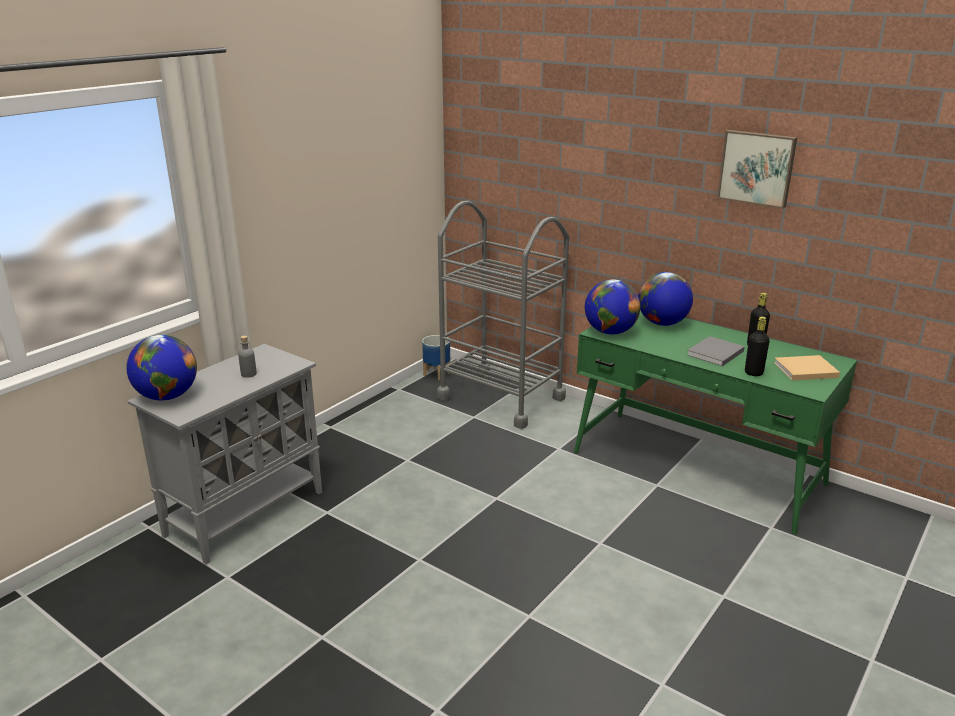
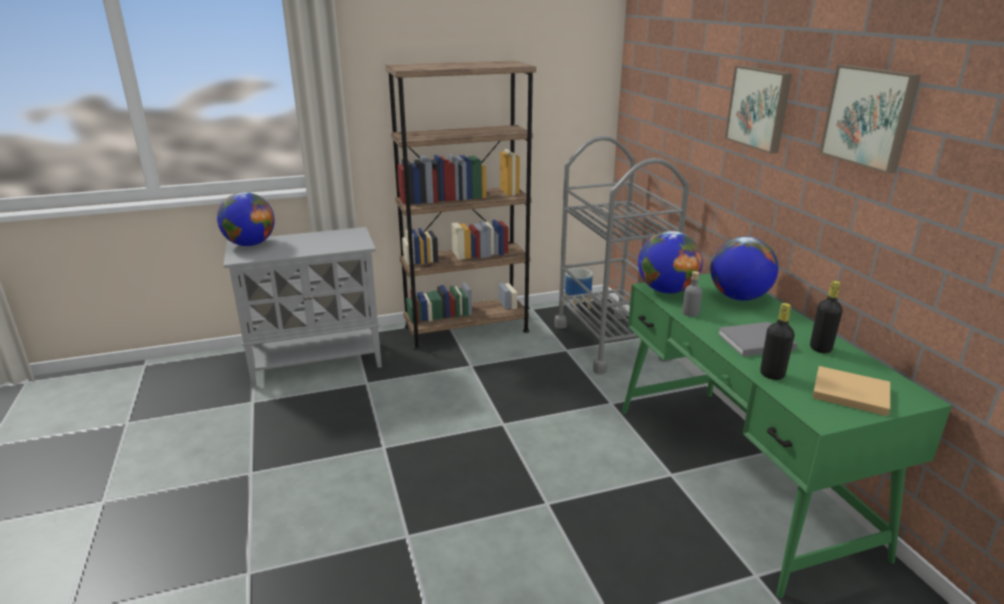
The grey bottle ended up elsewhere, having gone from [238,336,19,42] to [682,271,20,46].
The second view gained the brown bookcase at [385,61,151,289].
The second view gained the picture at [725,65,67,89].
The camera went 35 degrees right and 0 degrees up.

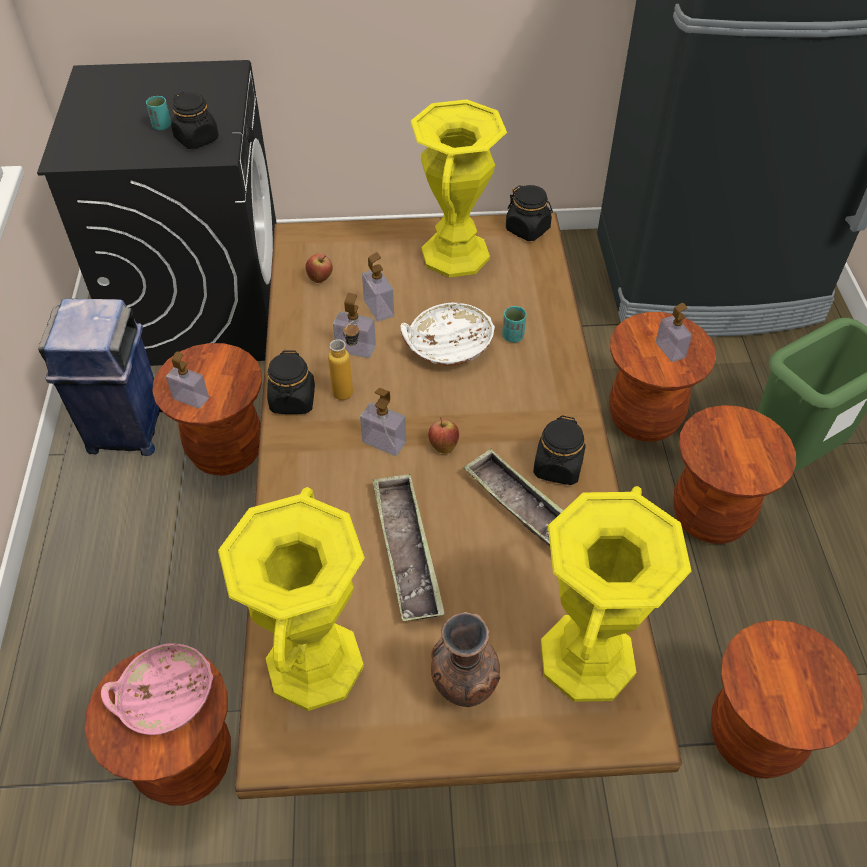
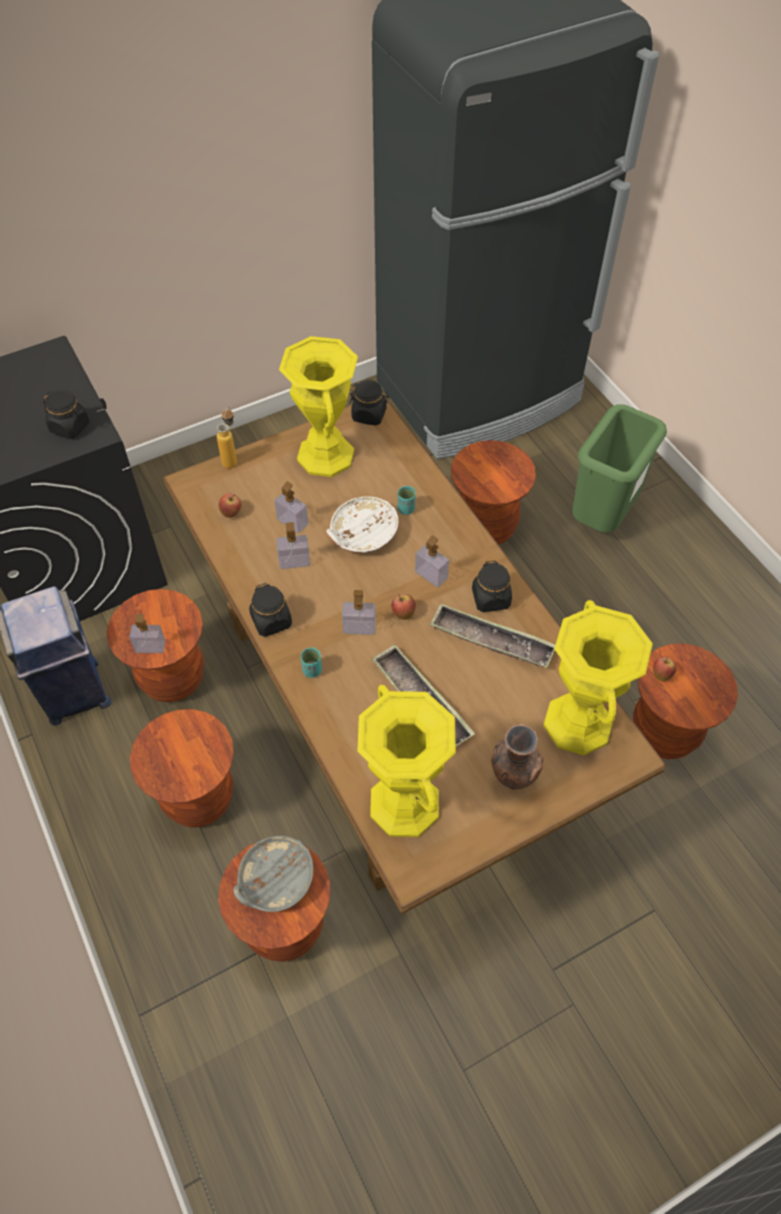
The turquoise cup ended up elsewhere, having gone from [146,96,25,34] to [301,648,21,30].
The soap dispenser ended up elsewhere, having gone from [656,303,36,59] to [415,535,34,52].
The bottle ended up elsewhere, having gone from [328,321,31,79] to [217,407,20,61].
The brown stool ended up elsewhere, having gone from [673,405,123,139] to [130,709,104,119].
What was the pink bowl at [101,644,112,91] turned into the grey bowl at [233,836,81,76].
The second view gained the apple at [653,656,23,26].
The camera went 25 degrees left and 5 degrees up.

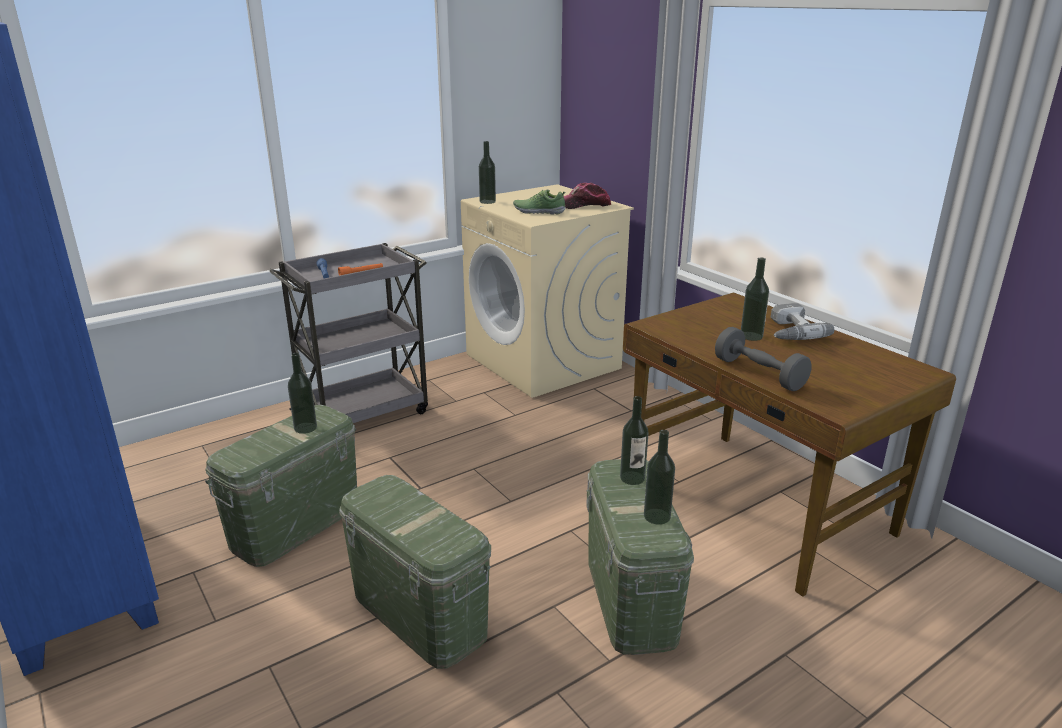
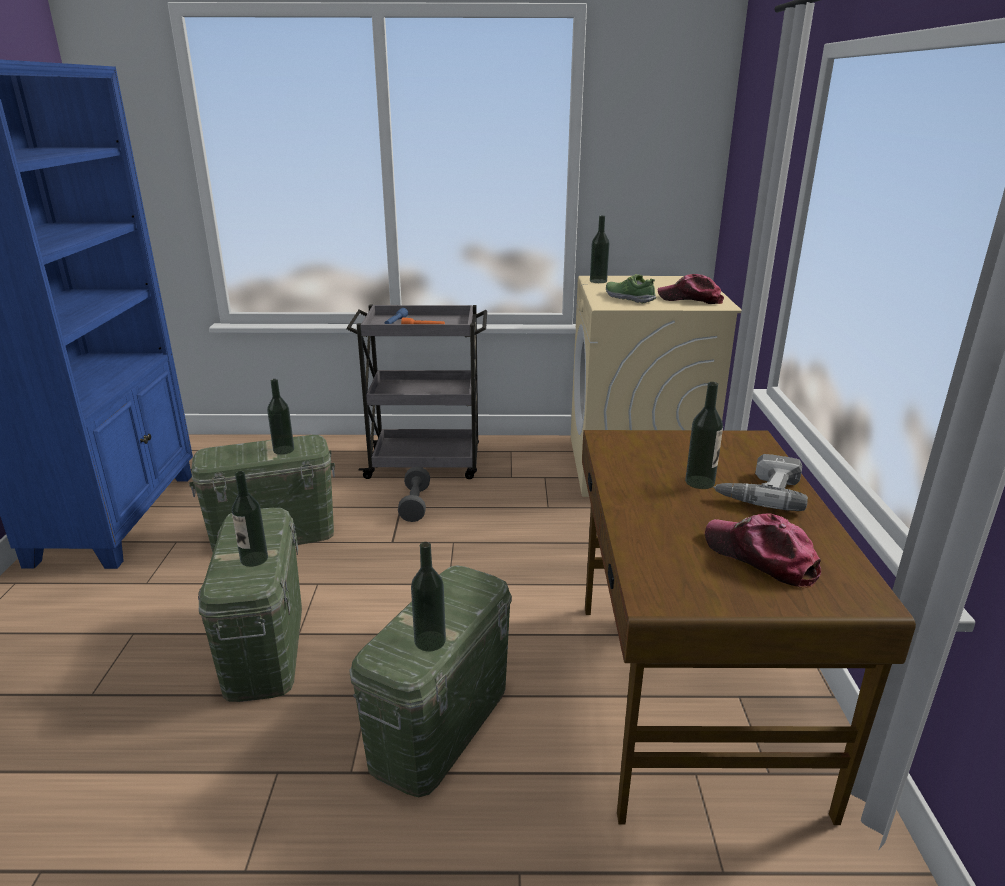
The grey dumbbell ended up elsewhere, having gone from [715,327,97,64] to [398,467,32,55].
The bottle ended up elsewhere, having gone from [620,396,29,89] to [231,471,37,96].
The second view gained the cap at [705,514,116,74].
The camera went 35 degrees right and 0 degrees up.

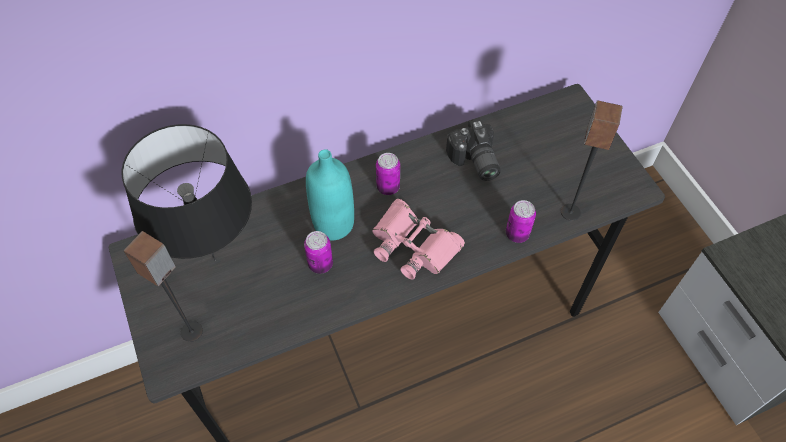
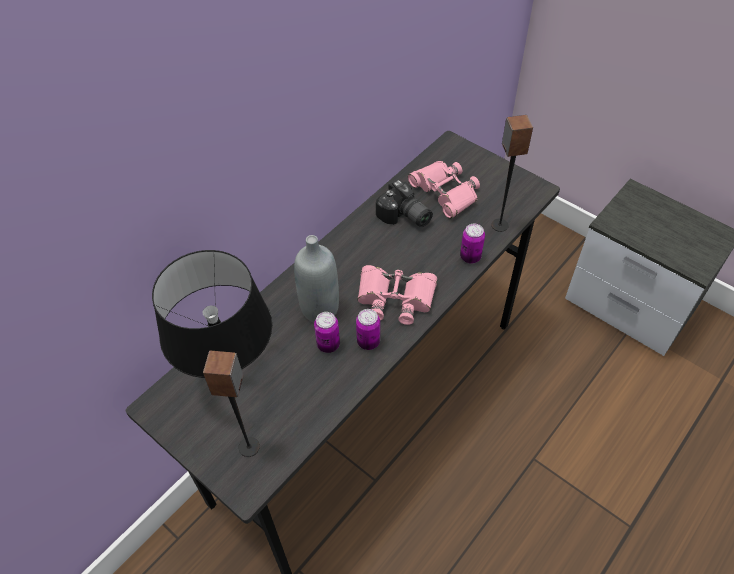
What was the turquoise bottle at [306,149,48,92] turned into the grey bottle at [294,235,45,87].
The can ended up elsewhere, having gone from [376,153,24,42] to [356,309,24,41].
The second view gained the pink binoculars at [408,161,72,58].
The camera went 25 degrees left and 5 degrees down.

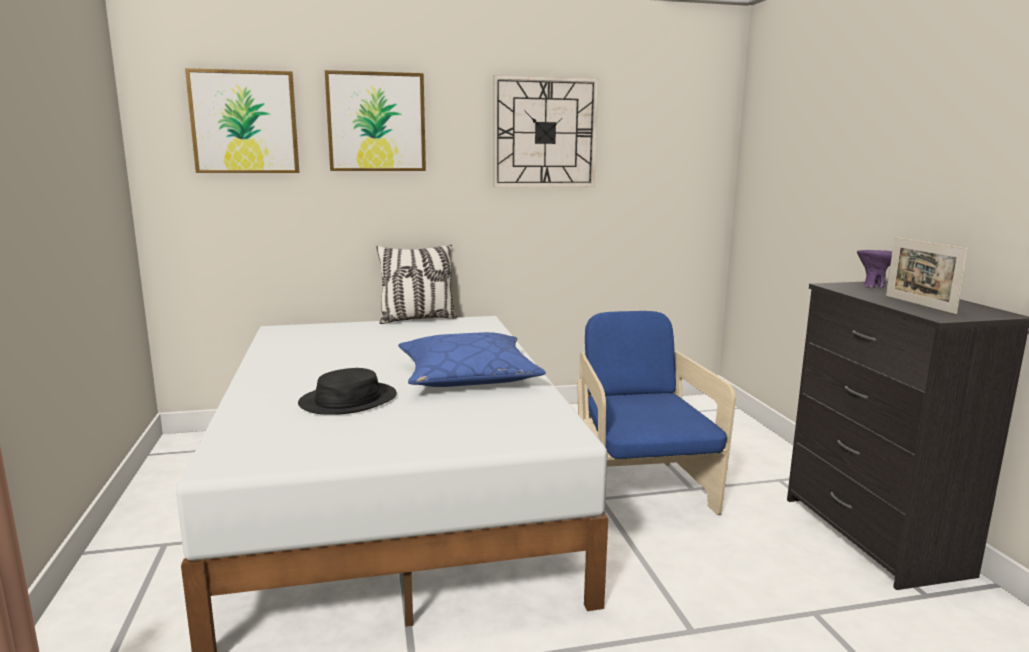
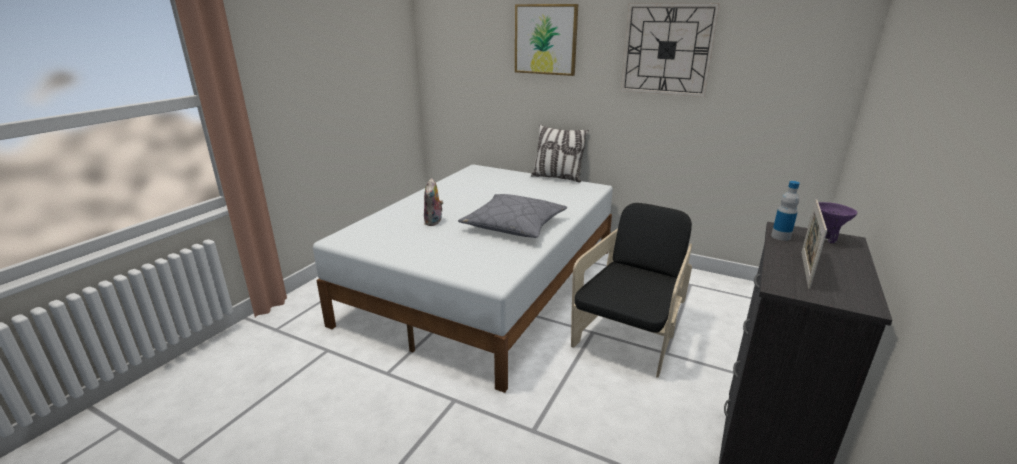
The second view lost the picture at [185,68,114,105].
What was the blue armchair at [577,311,159,204] turned into the black armchair at [571,203,121,175].
What was the blue pillow at [398,332,148,55] turned into the grey pillow at [458,194,109,44].
Where the black hat stood at [298,368,99,47], the plush toy came to stand at [424,178,19,48].
The second view gained the bottle at [771,181,29,60].
The camera went 40 degrees right and 10 degrees up.

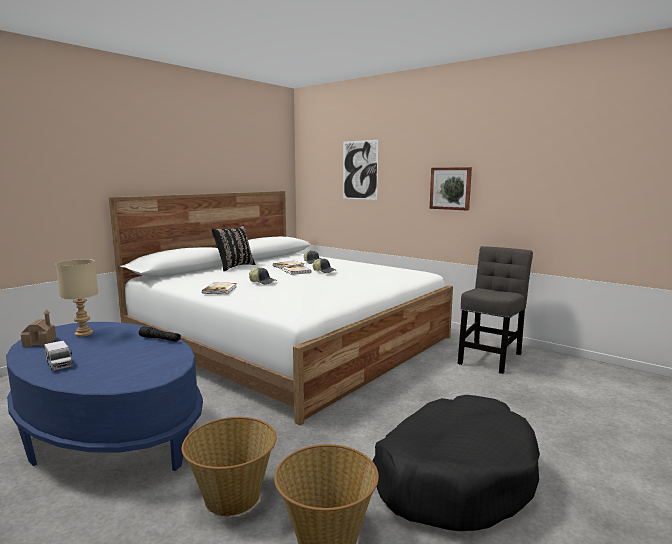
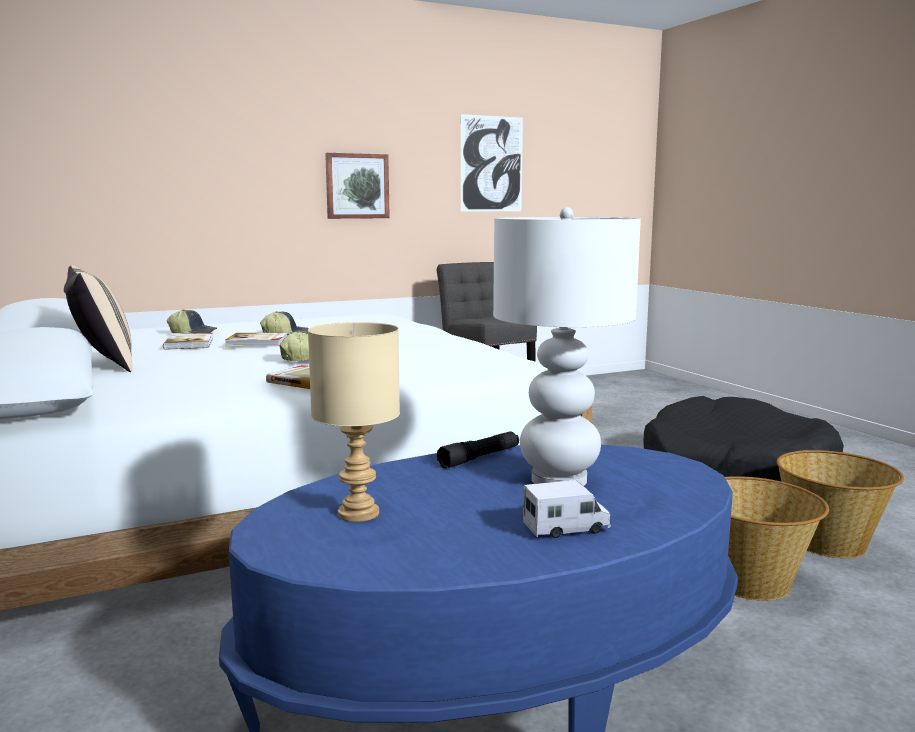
The picture ended up elsewhere, having gone from [343,140,35,60] to [461,114,62,97].
What was the black pillow at [211,225,44,46] turned into the beige pillow at [64,265,68,107].
The second view lost the toy house at [21,309,35,38].
The second view gained the white table lamp at [493,207,148,279].
The camera went 65 degrees left and 0 degrees up.

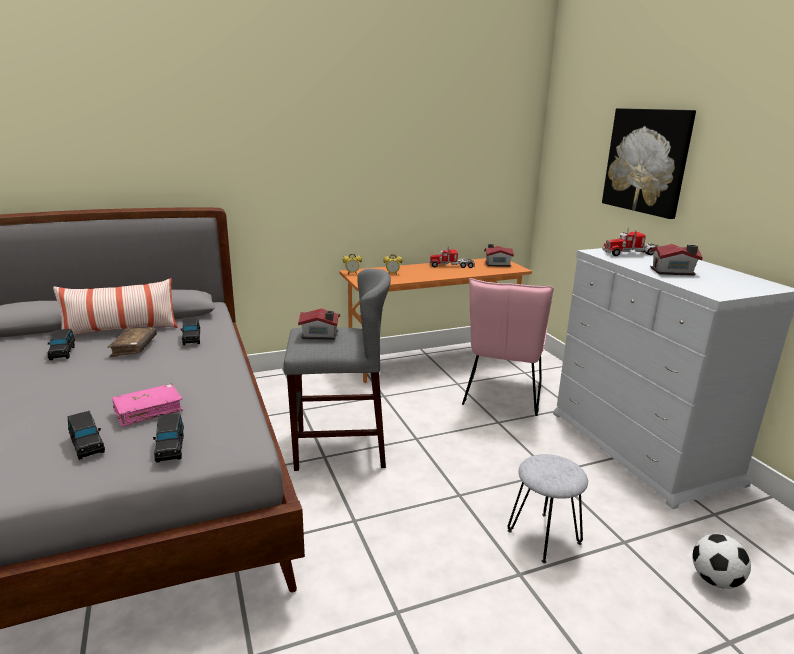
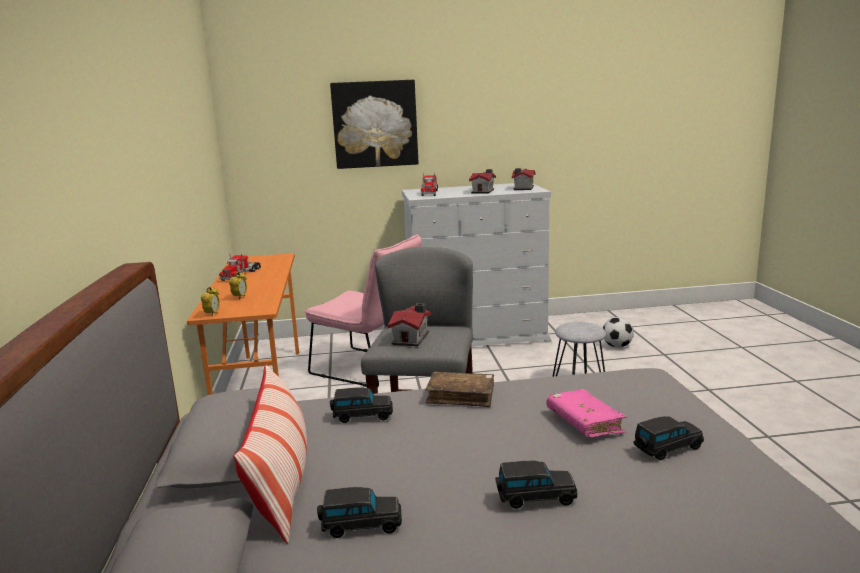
The toy house ended up elsewhere, having gone from [484,244,30,23] to [512,168,24,22].
The brown book ended up elsewhere, having gone from [107,327,50,30] to [426,371,68,36].
The black toy car ended up elsewhere, having gone from [153,413,31,50] to [495,461,82,48].
The camera went 75 degrees left and 5 degrees down.

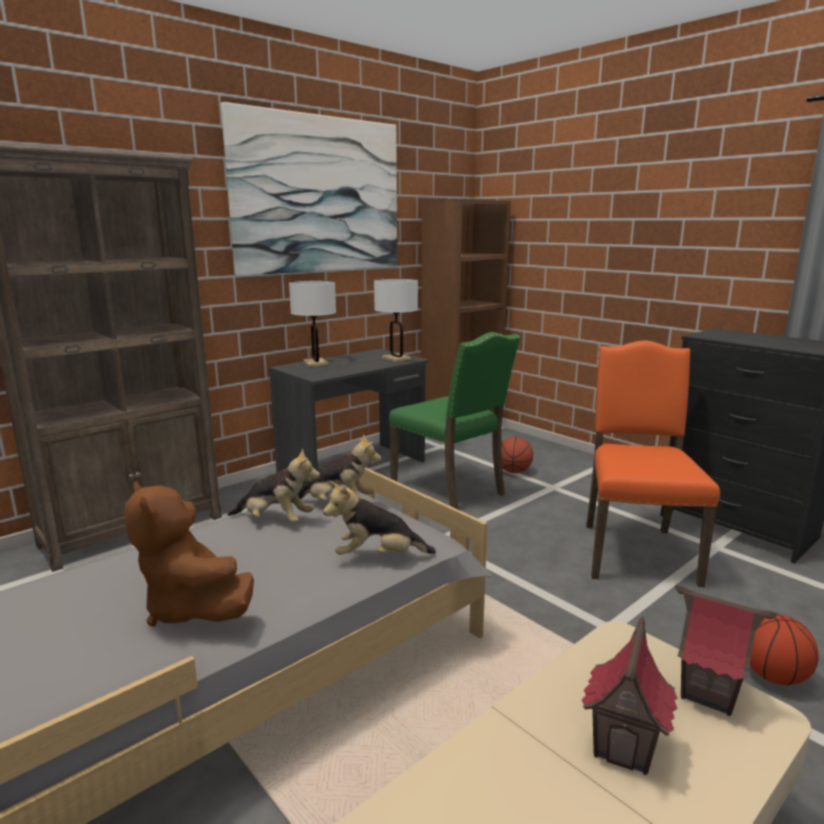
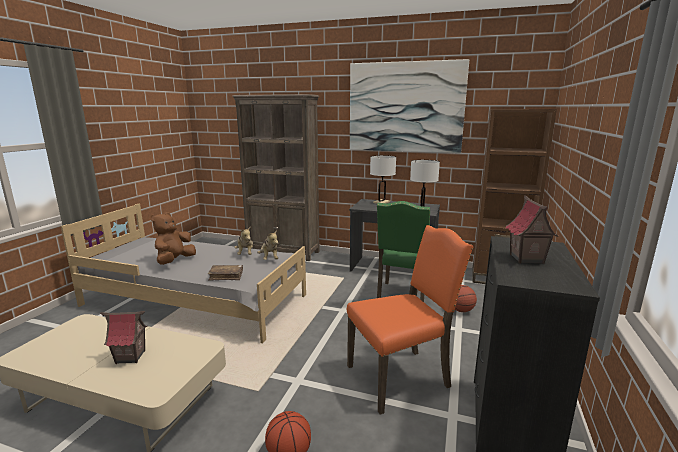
Where the plush toy stood at [323,481,113,74], the brown book came to stand at [208,265,35,15].
The toy house ended up elsewhere, having gone from [675,584,103,132] to [506,195,52,69].
The camera went 60 degrees right and 0 degrees up.

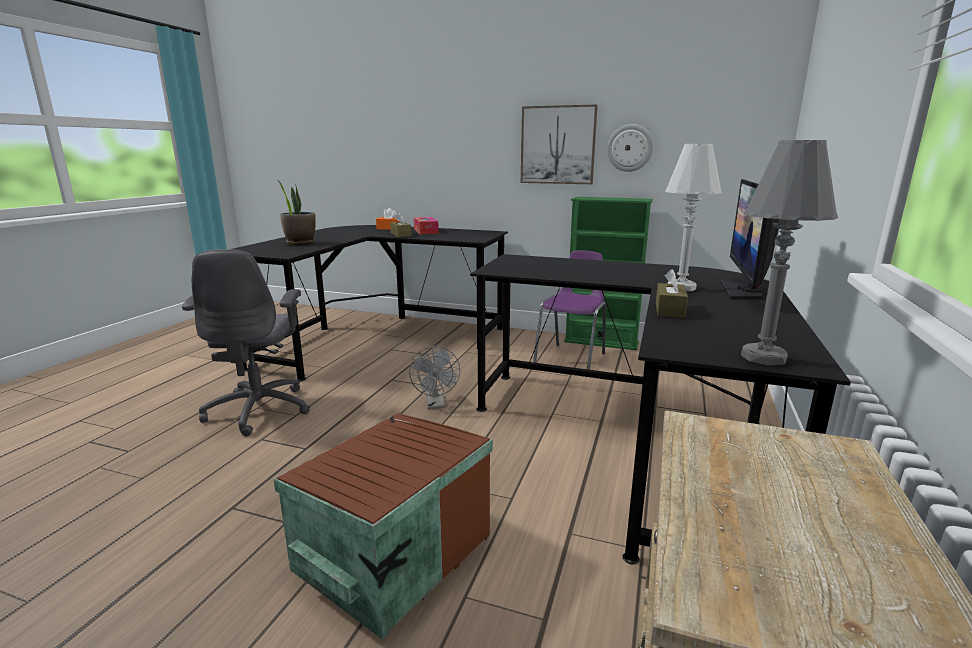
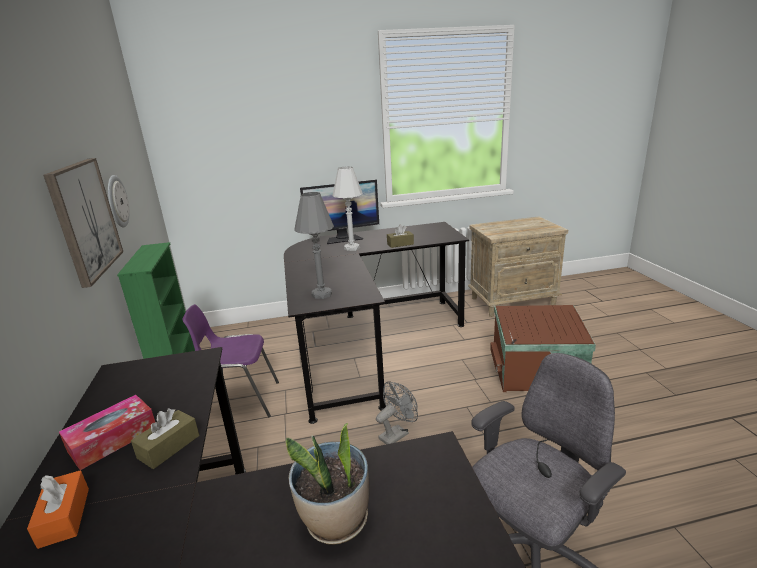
The grey table lamp ended up elsewhere, having gone from [741,140,97,225] to [294,192,40,107].
The camera went 120 degrees left and 5 degrees up.

